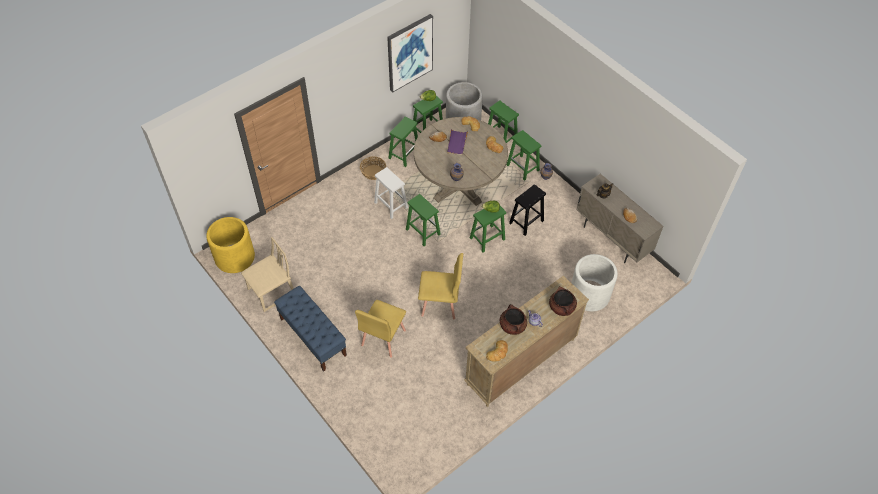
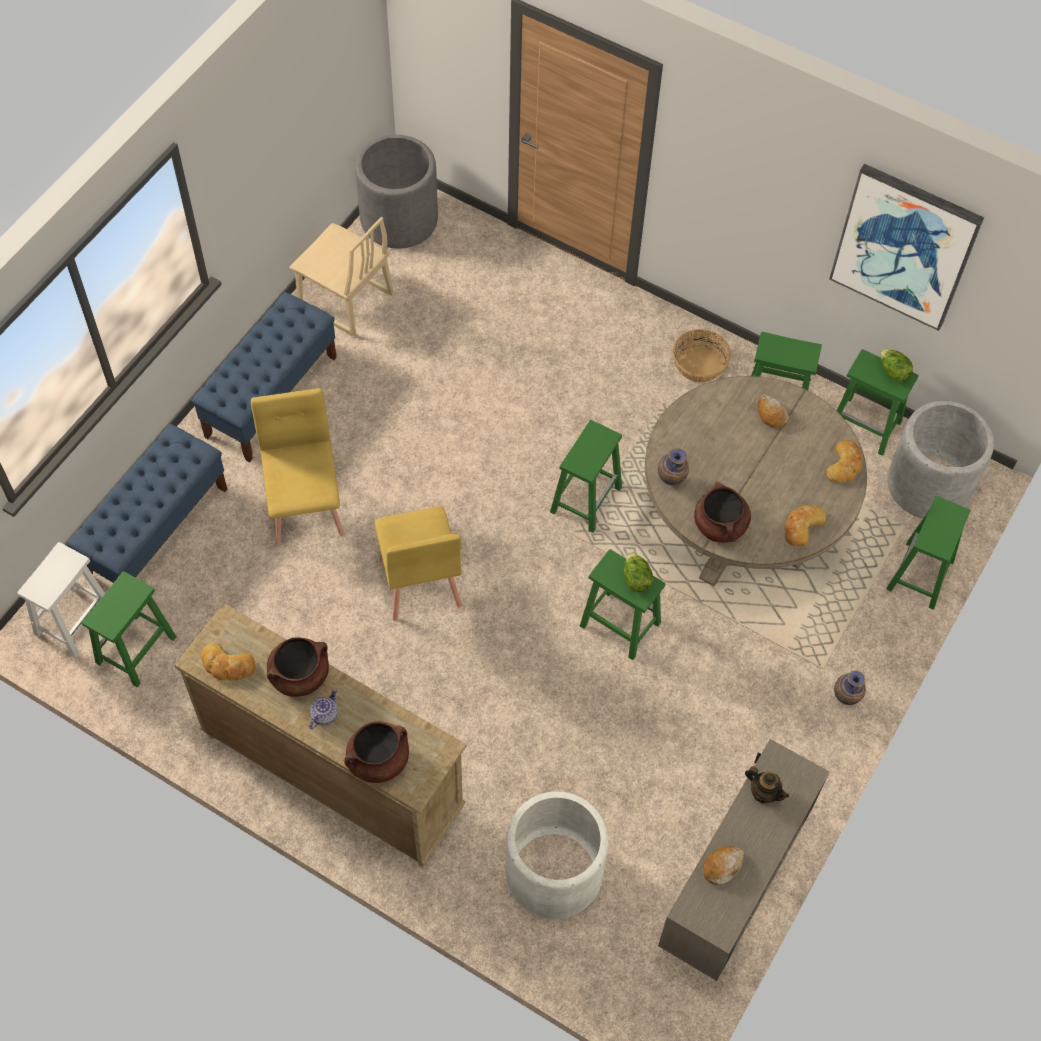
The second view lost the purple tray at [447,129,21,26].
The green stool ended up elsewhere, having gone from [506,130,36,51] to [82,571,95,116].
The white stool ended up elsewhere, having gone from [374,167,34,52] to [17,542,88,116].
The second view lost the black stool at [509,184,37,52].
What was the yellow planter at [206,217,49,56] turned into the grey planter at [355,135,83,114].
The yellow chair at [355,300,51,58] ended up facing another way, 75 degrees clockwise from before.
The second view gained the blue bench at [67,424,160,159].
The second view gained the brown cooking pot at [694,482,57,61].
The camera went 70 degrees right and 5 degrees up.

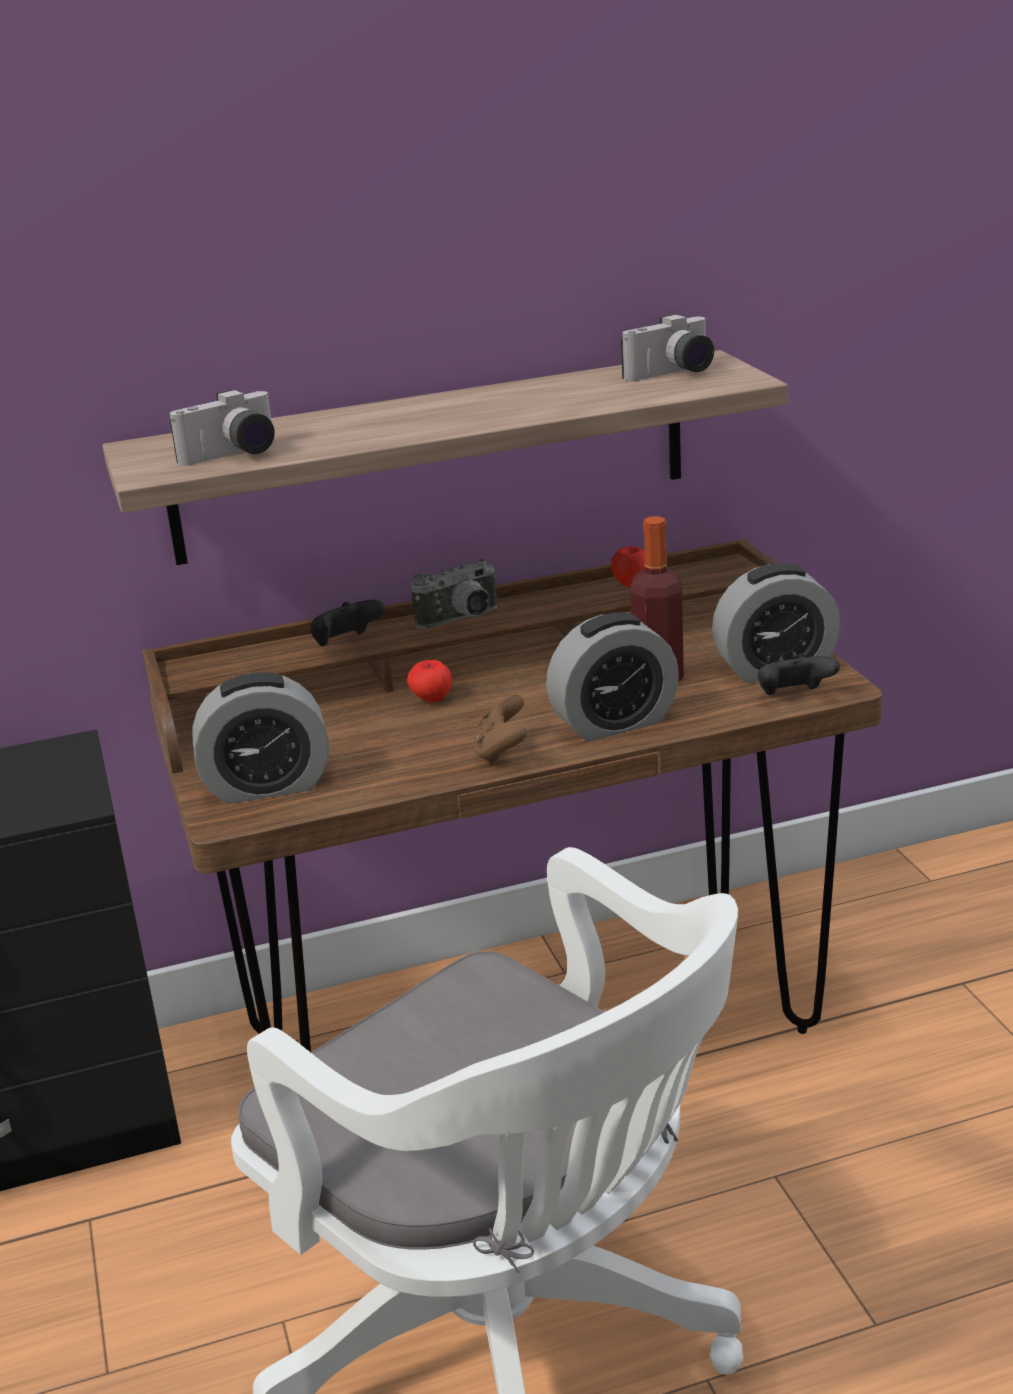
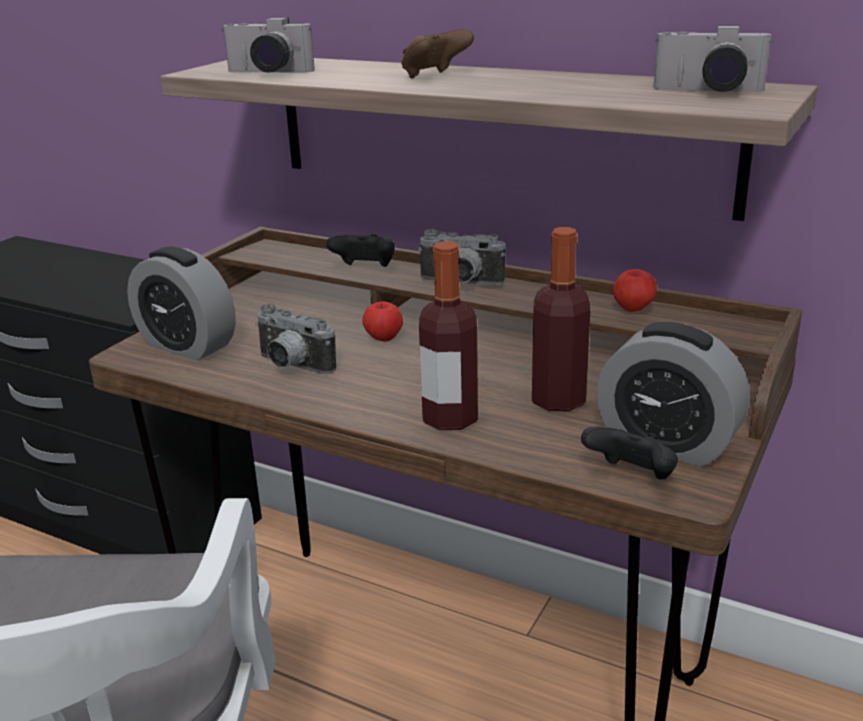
Where the alarm clock stood at [546,612,133,130], the bottle came to stand at [419,241,59,189].
The brown game controller ended up elsewhere, having gone from [474,694,53,71] to [401,29,73,50].
The second view gained the photo camera at [255,304,81,70].
The camera went 45 degrees right and 0 degrees up.

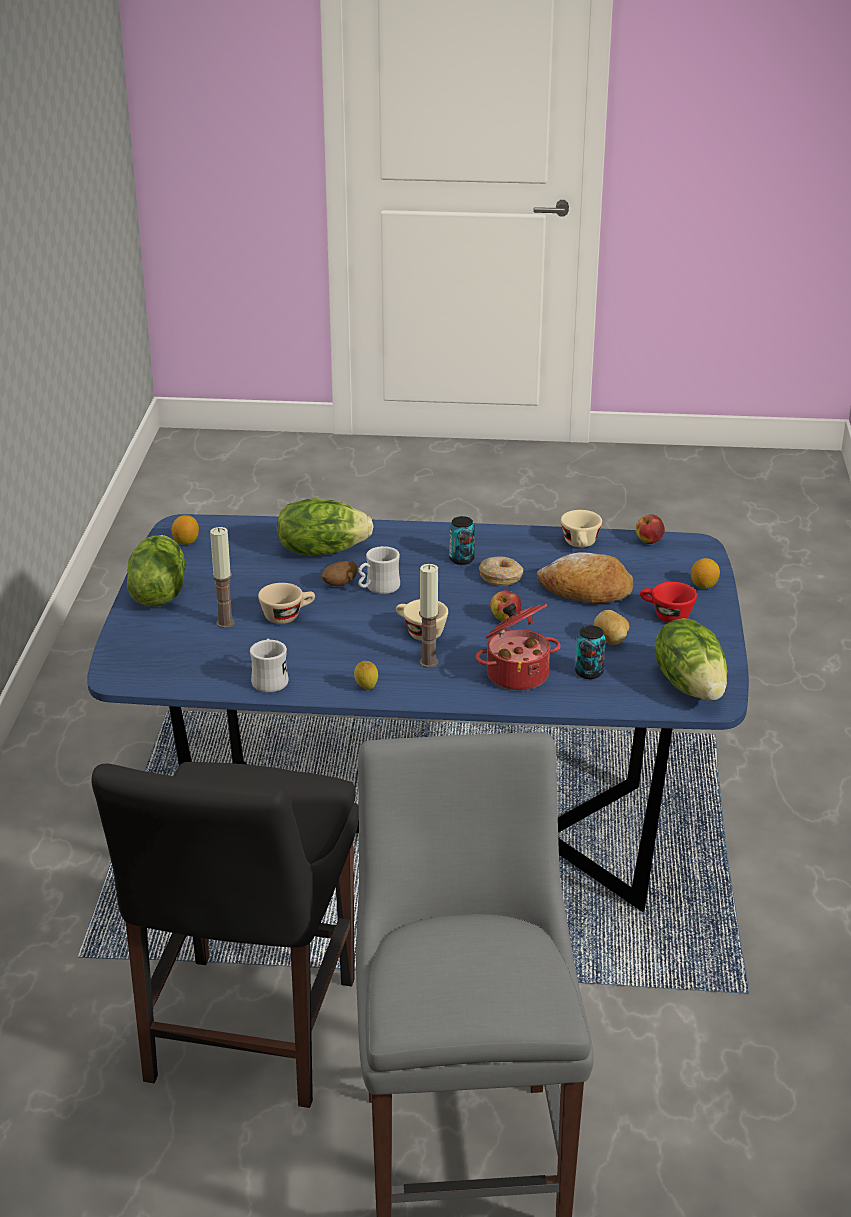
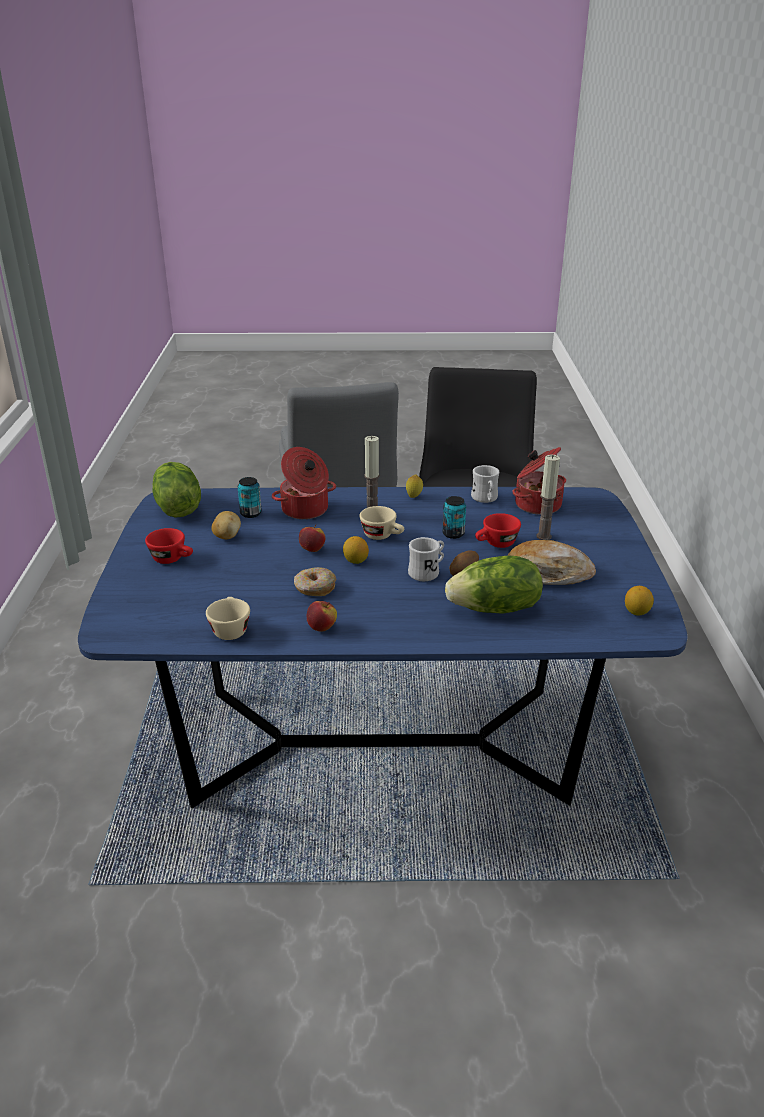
The apple ended up elsewhere, having gone from [636,514,29,30] to [307,601,30,31].
The can ended up elsewhere, having gone from [449,516,26,49] to [442,496,24,43].
The second view lost the lettuce at [127,535,58,72].
The bread ended up elsewhere, having gone from [537,552,96,51] to [507,540,89,45].
The lemon ended up elsewhere, having gone from [691,558,29,31] to [343,536,26,28].
What was the beige cup at [258,583,57,41] turned into the red cup at [475,513,46,35].
The second view gained the cooking pot at [512,447,54,68].
The camera went 175 degrees right and 0 degrees up.

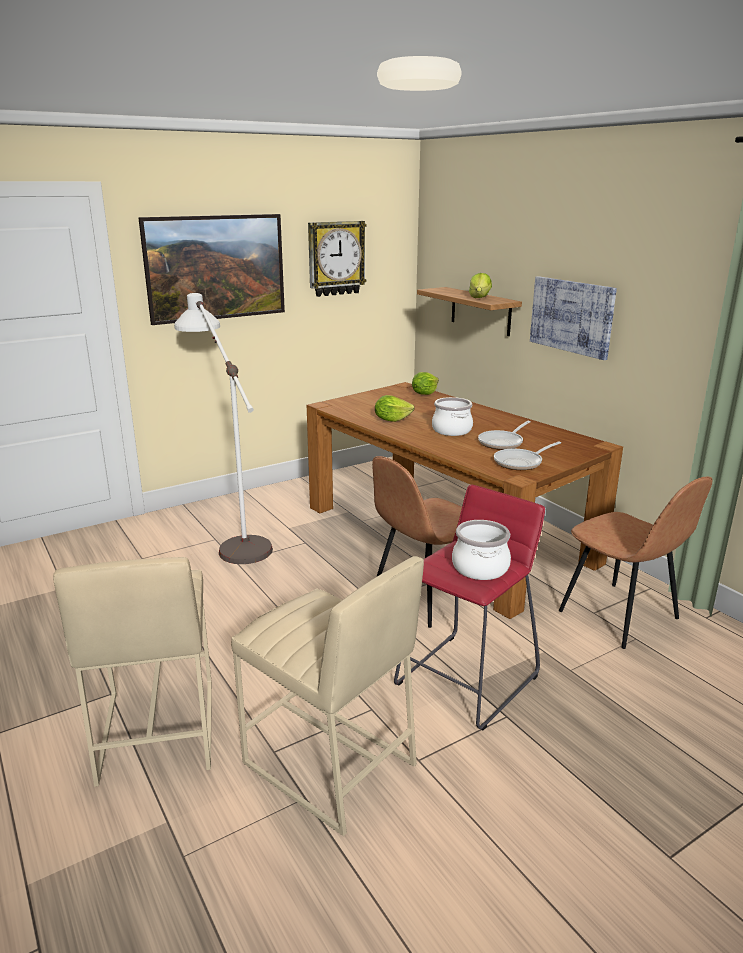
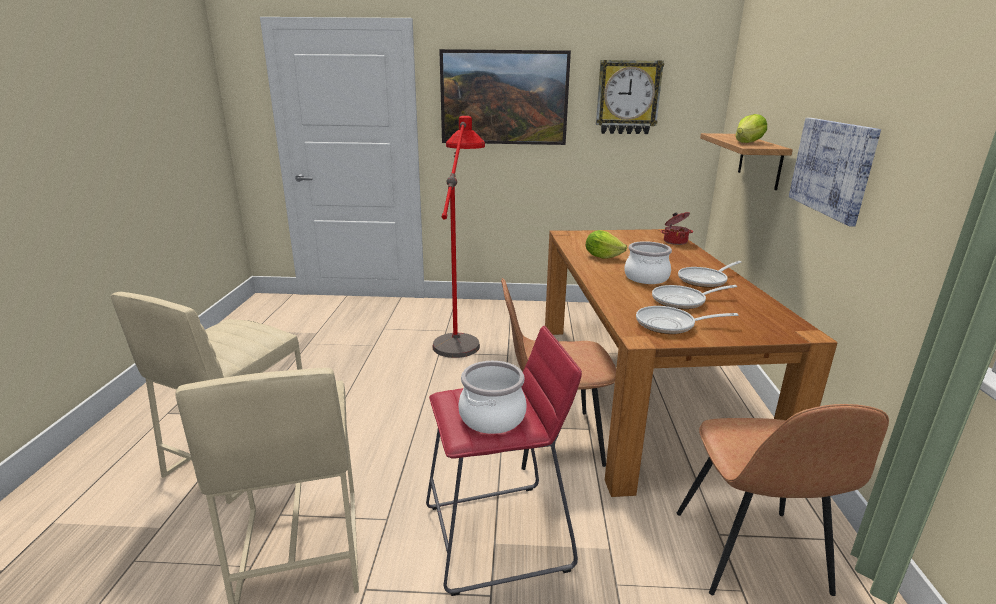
What was the white floor lamp at [174,293,99,271] turned into the red floor lamp at [432,116,53,242].
Where the lettuce stood at [412,372,27,23], the cooking pot came to stand at [660,212,33,33].
The second view gained the frying pan at [678,261,64,27].
The camera went 35 degrees right and 0 degrees up.

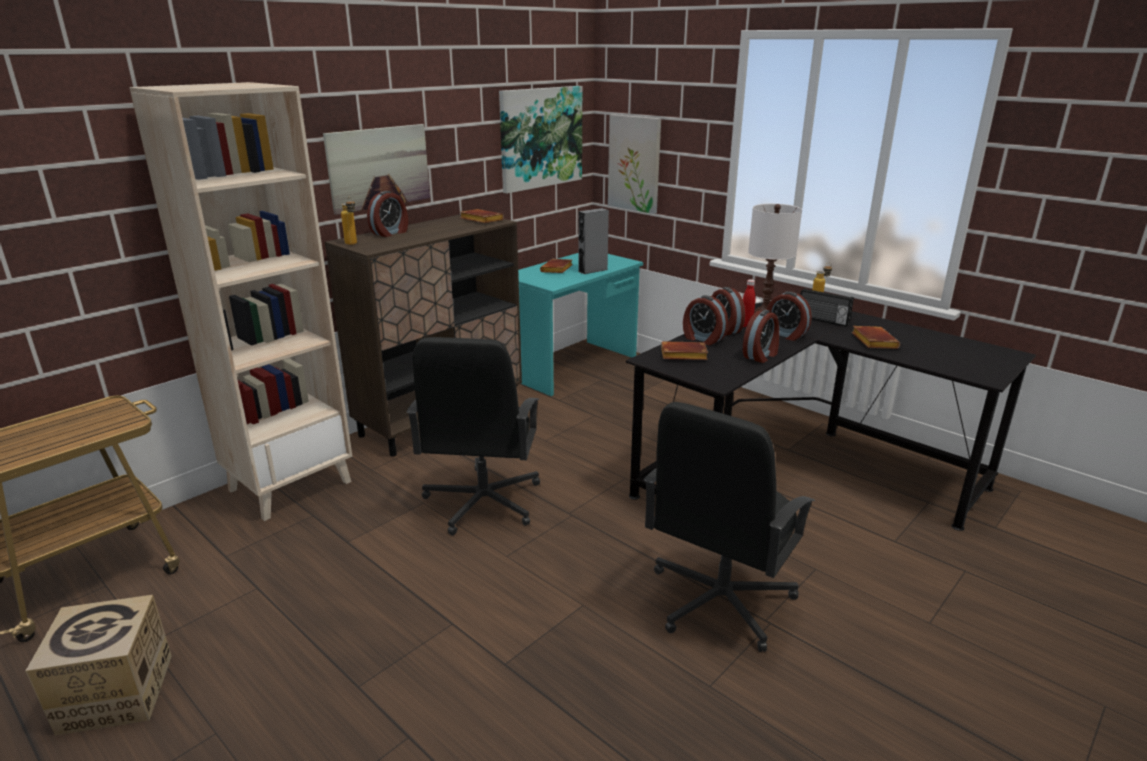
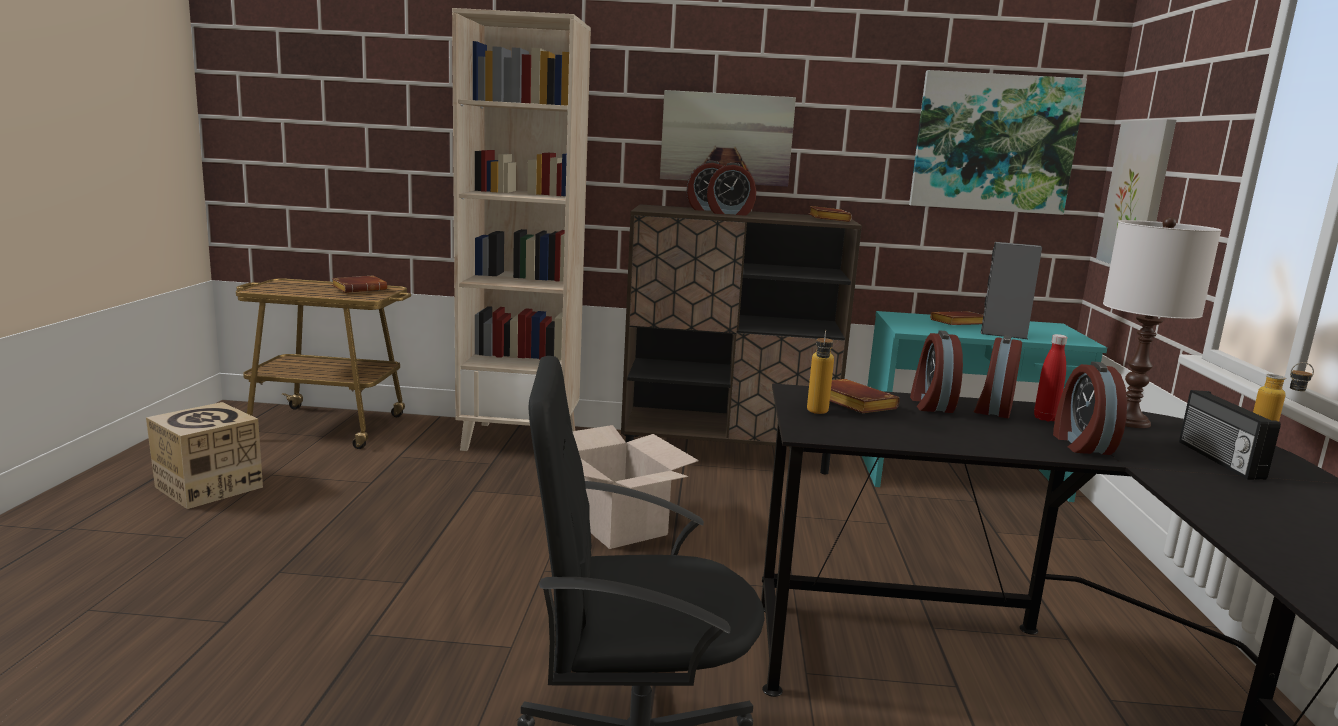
The bottle ended up elsewhere, having gone from [341,197,16,48] to [807,330,27,84].
The alarm clock ended up elsewhere, having gone from [743,310,36,53] to [707,163,49,53].
The brown book ended up elsewhere, having gone from [851,326,49,23] to [332,276,55,17].
Where the black office chair stood at [406,337,134,198], the cardboard box came to stand at [573,425,126,124].
The camera went 50 degrees right and 10 degrees down.

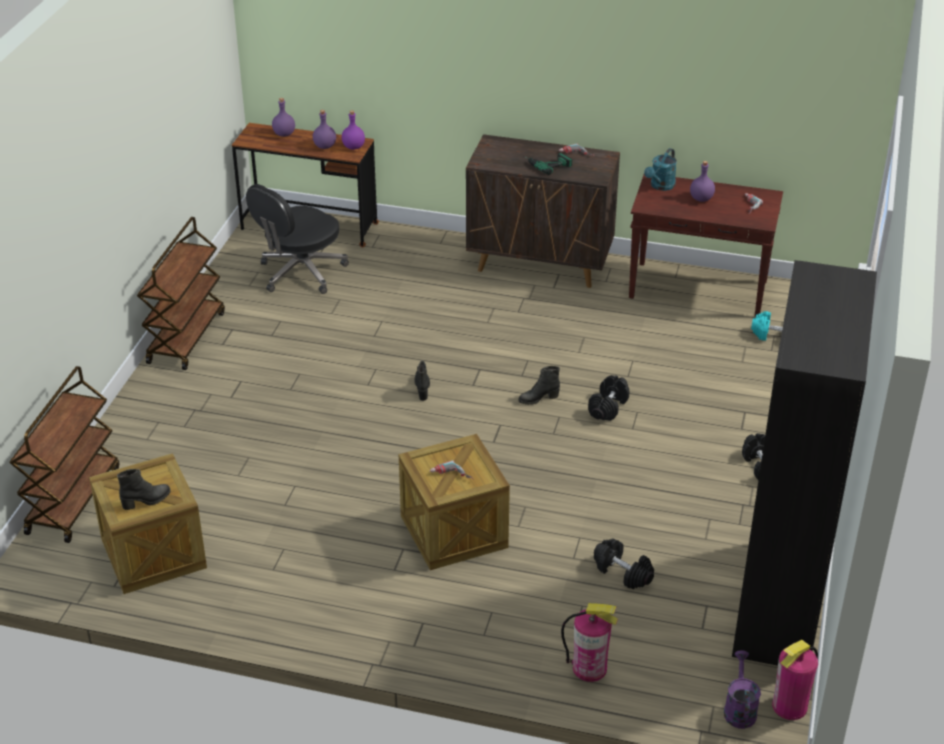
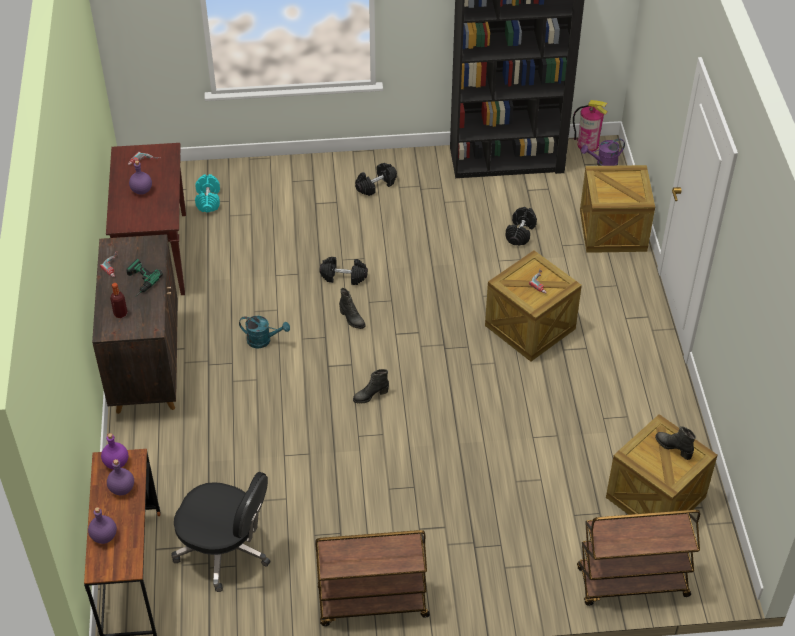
The turquoise watering can ended up elsewhere, having gone from [644,148,33,43] to [239,316,51,33].
Where the fire extinguisher stood at [561,603,57,79], the crate came to stand at [580,165,75,88].
The second view gained the bottle at [110,283,17,35].
The camera went 110 degrees left and 10 degrees up.

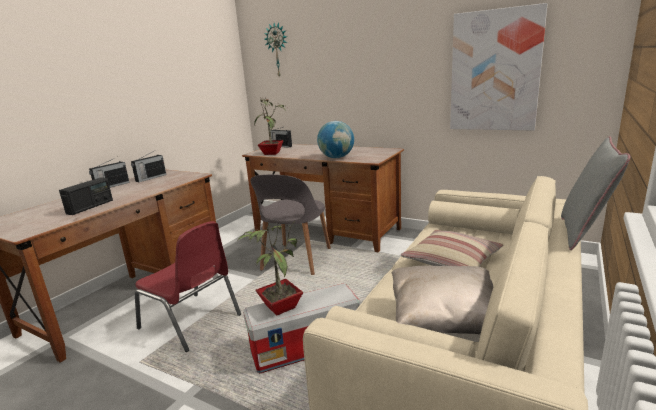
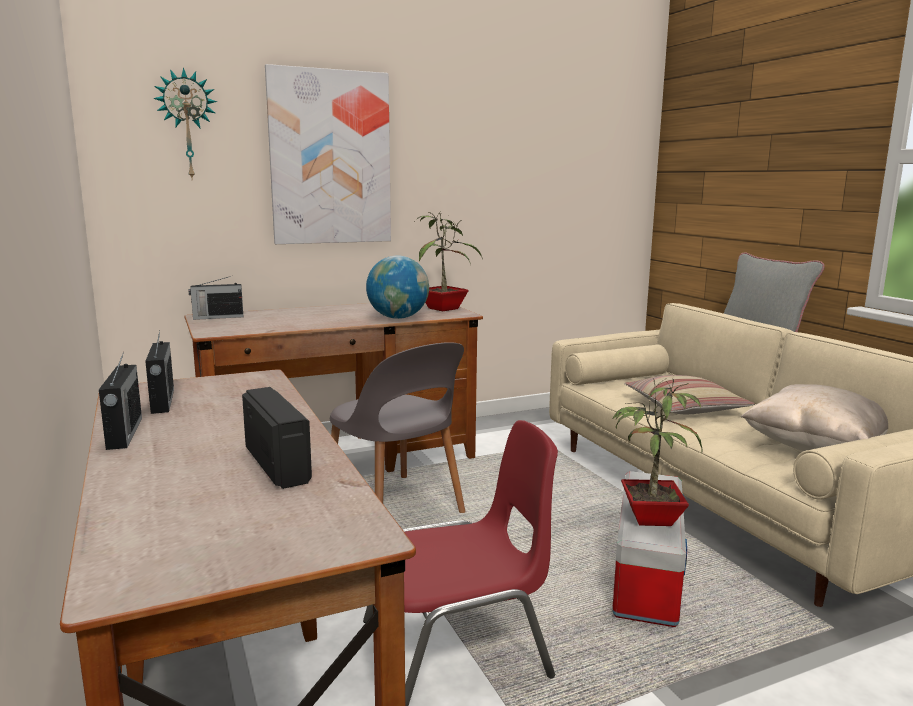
The picture ended up elsewhere, having gone from [450,3,98,128] to [265,64,126,180].
The potted plant ended up elsewhere, having gone from [254,98,32,57] to [416,212,67,99].
The camera went 55 degrees left and 5 degrees down.

